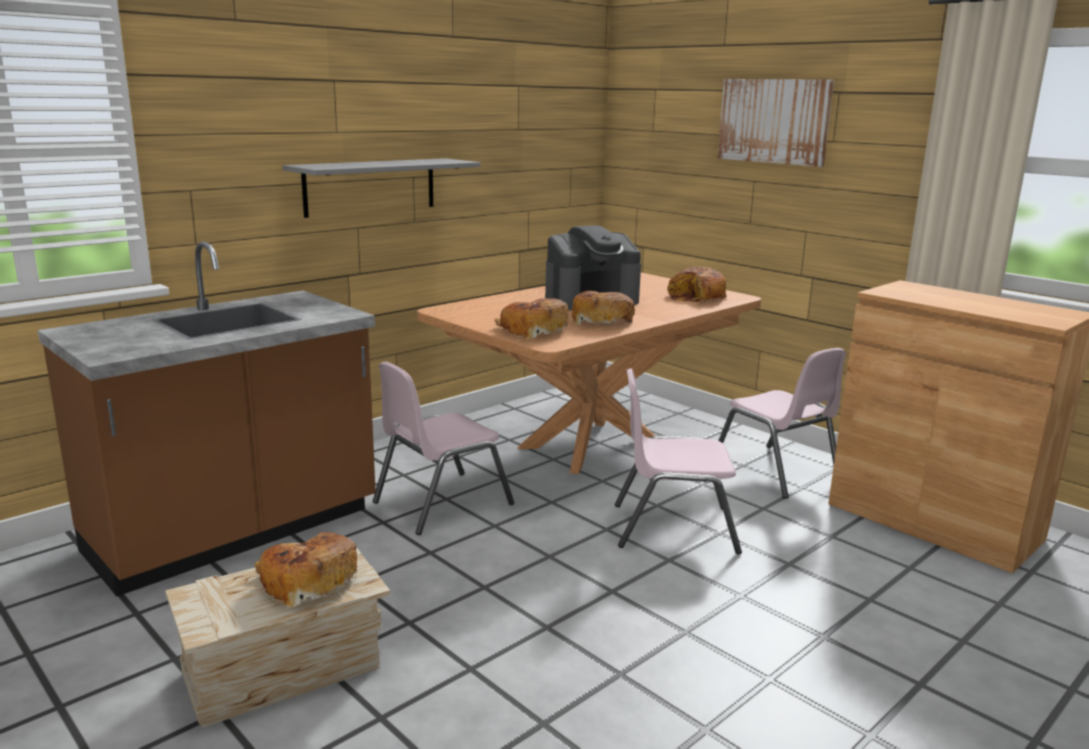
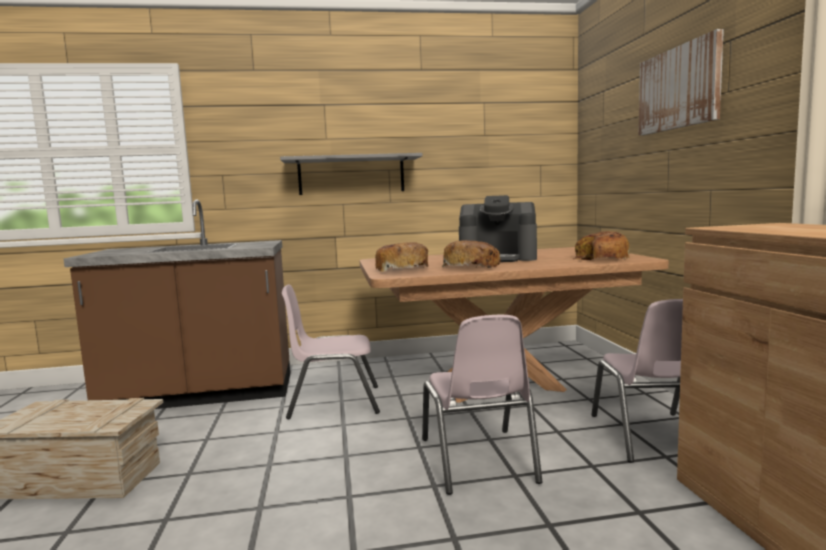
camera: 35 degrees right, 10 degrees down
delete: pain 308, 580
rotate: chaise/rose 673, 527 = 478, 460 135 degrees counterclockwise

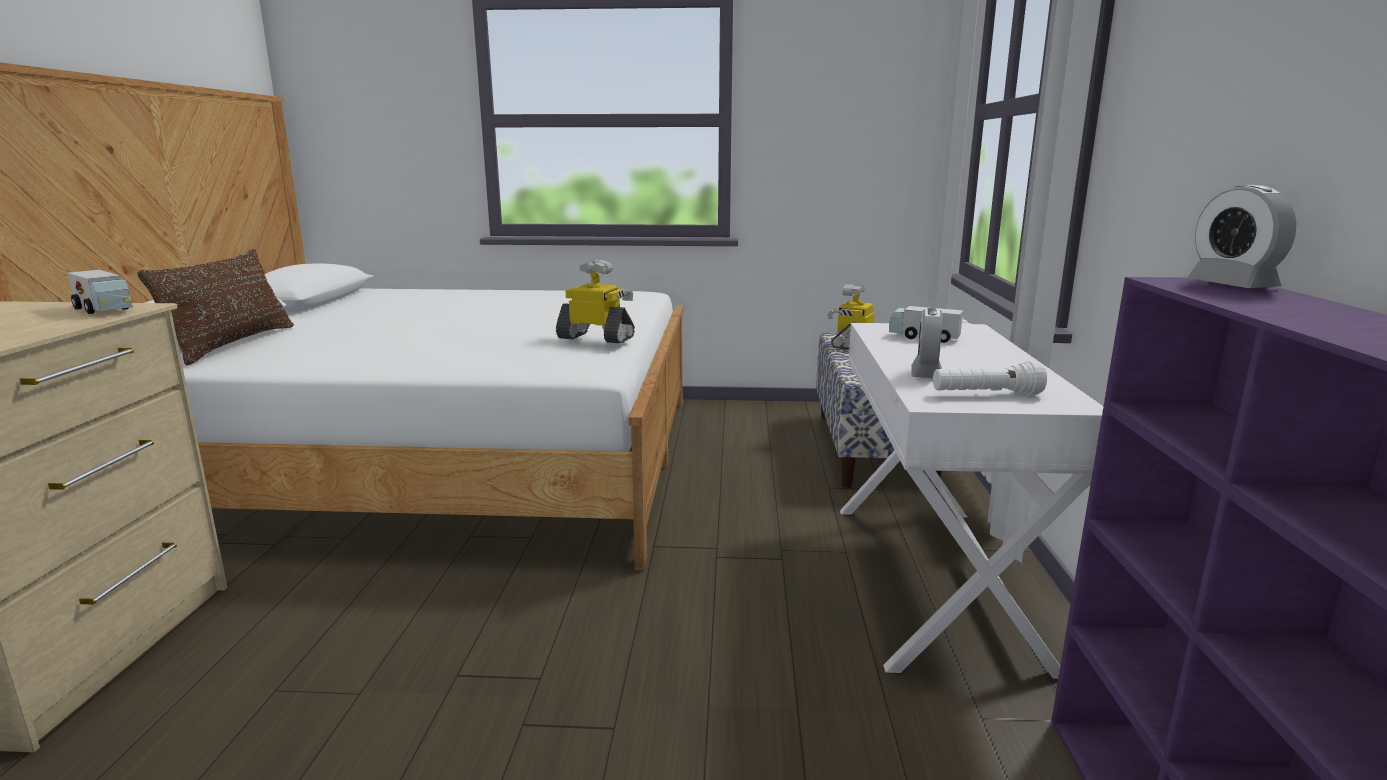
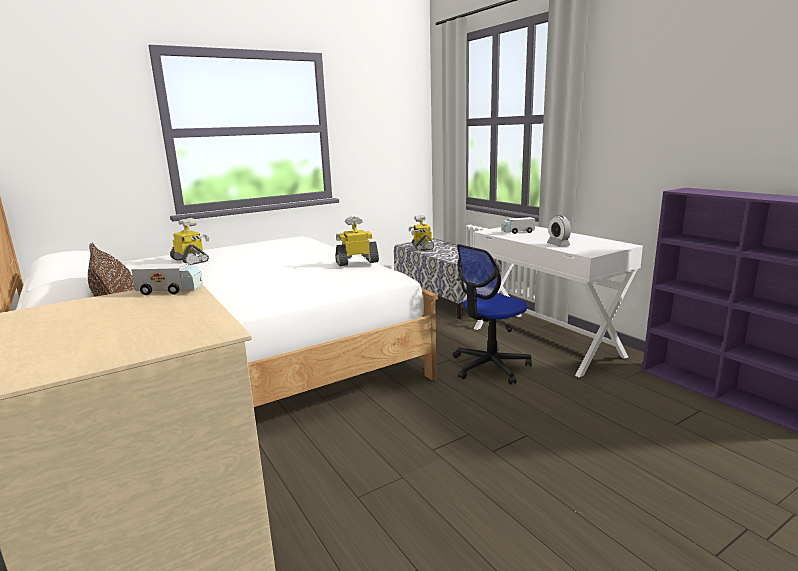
camera: 35 degrees left, 0 degrees up
delete: lampe de poche/blanc 986, 395; réveil 1232, 285
insert: robot jouet 191, 260; chaise de bureau 490, 366

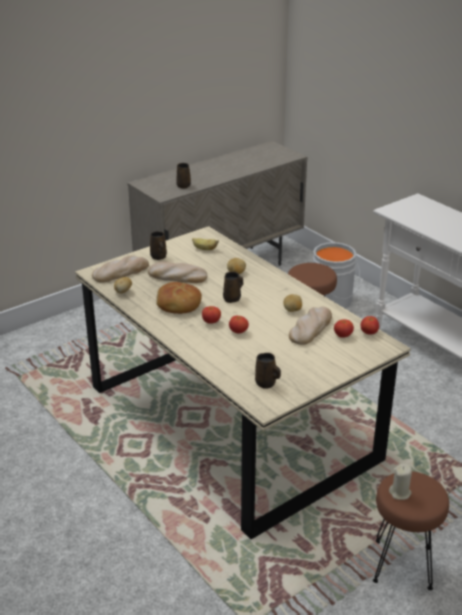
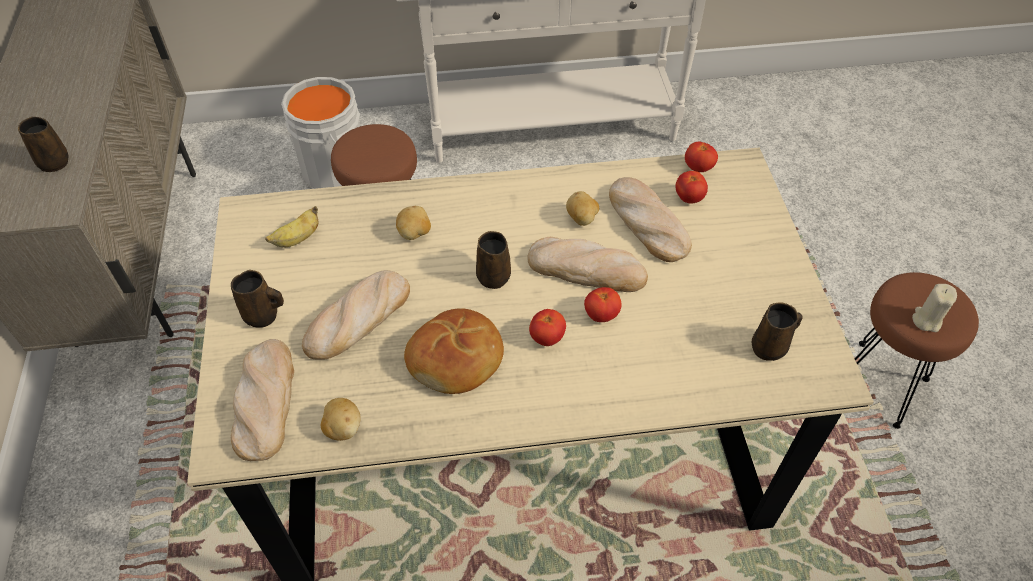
camera: 60 degrees left, 20 degrees up
insert: pain 587, 269

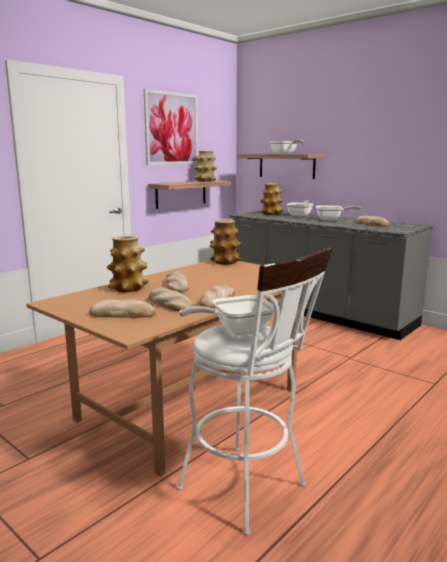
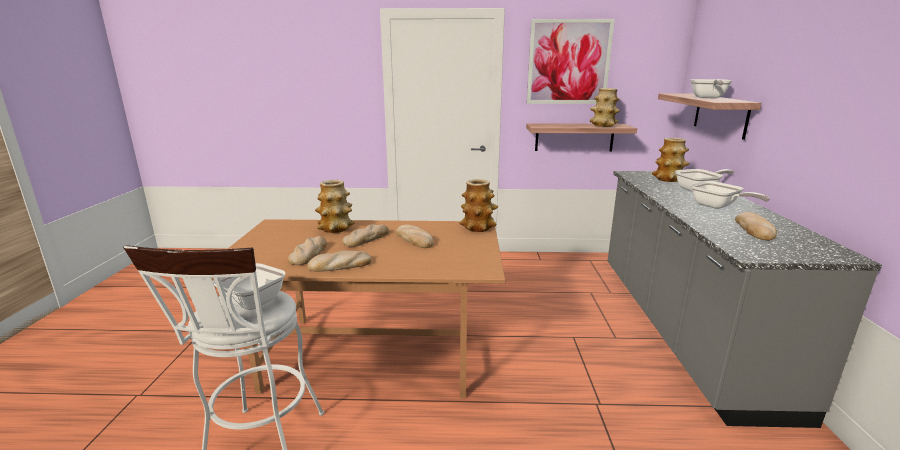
camera: 50 degrees right, 5 degrees up
move: pain 122, 314 to 415, 239

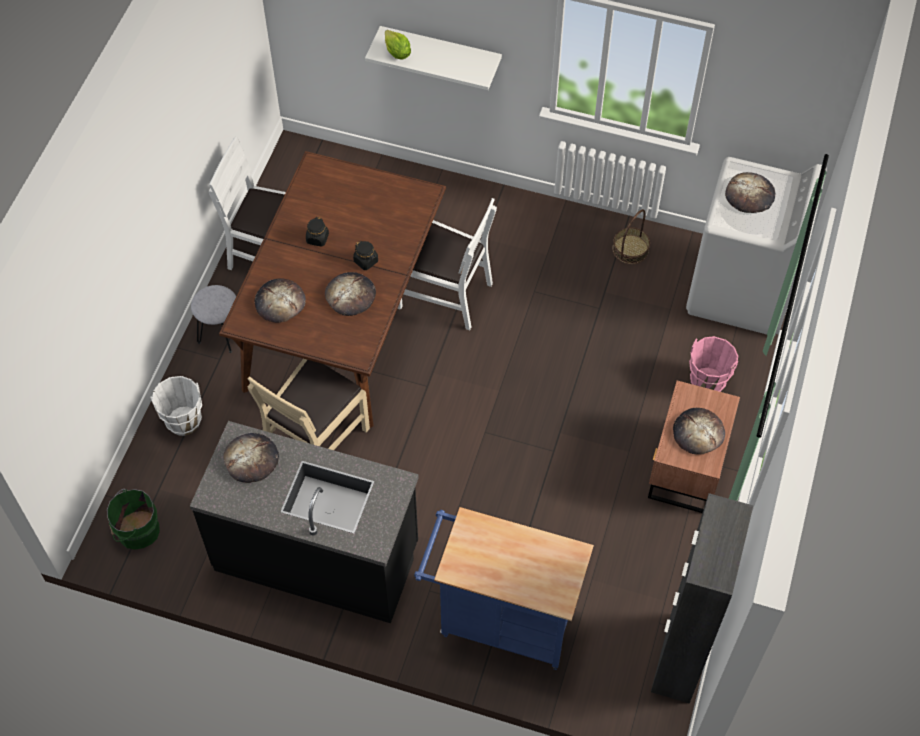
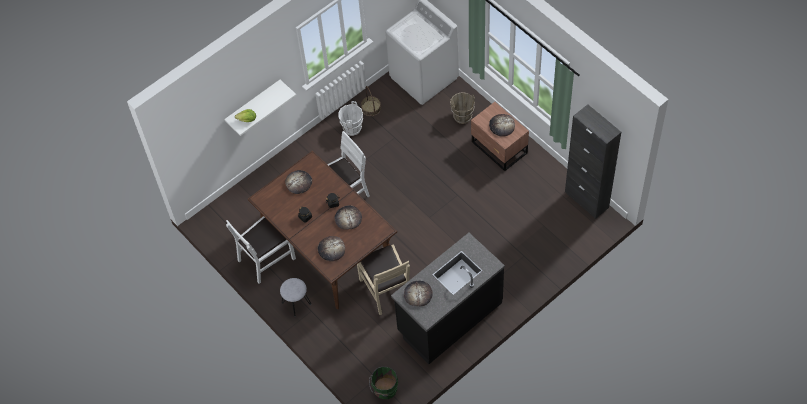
camera: 55 degrees left, 0 degrees up
delete: chariot/bleu 500, 619
move: pain 750, 195 to 299, 182; seau/blanc 184, 421 to 352, 128
recolor: seau/rose 707, 382 to seau/marron 462, 117

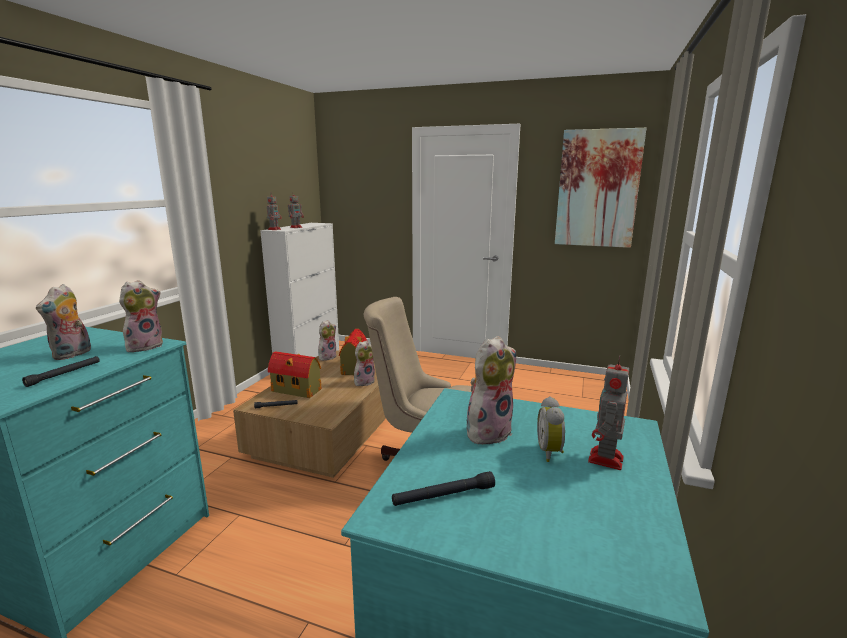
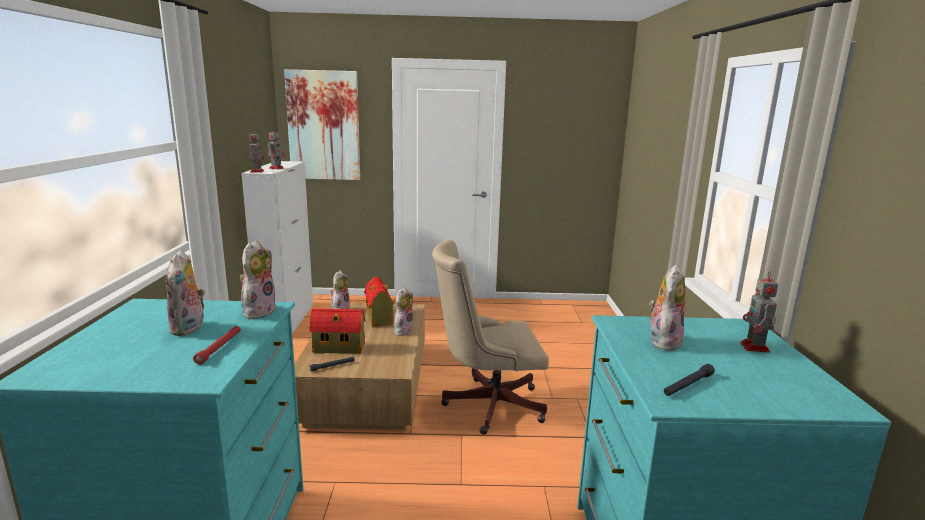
camera: 20 degrees left, 0 degrees up
delete: réveil 551, 452
move: tableau 597, 189 to 323, 126
recolor: lampe de poche/noir 64, 374 to lampe de poche/rouge 219, 348

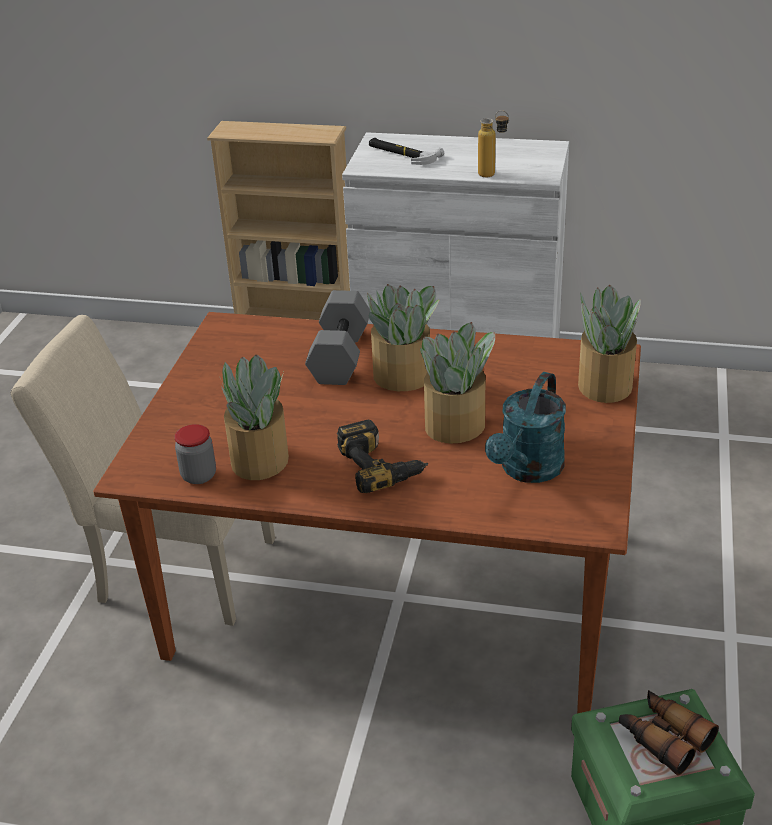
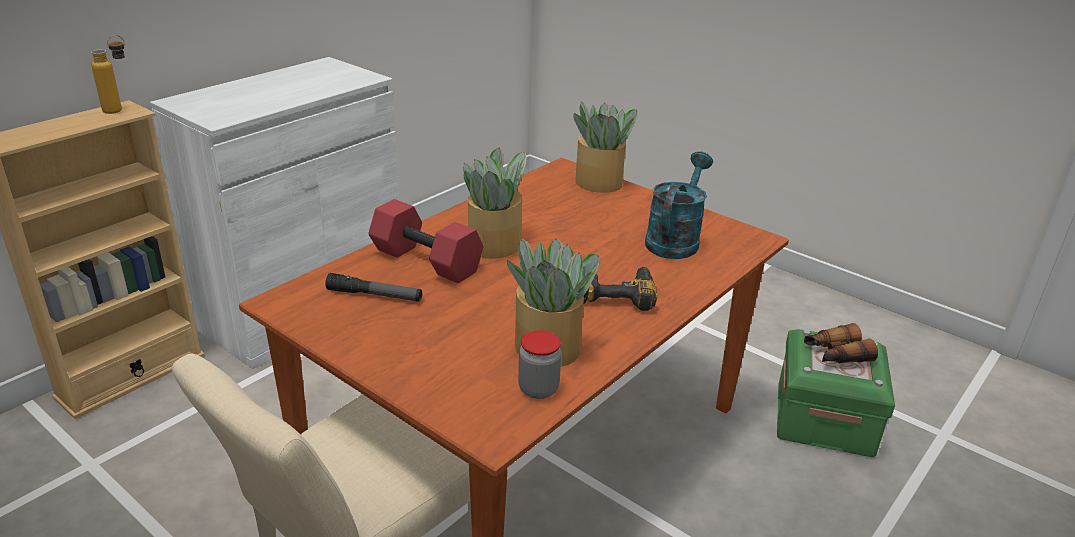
camera: 65 degrees left, 5 degrees down
delete: marteau 402, 153; plante en pot 456, 426
insert: lampe de poche 374, 295
move: bouteille 493, 175 to 120, 109
recolor: haltère/gris 338, 355 to haltère/rouge 424, 261
rotate: arrosoir/turquoise 528, 470 = 675, 239 120 degrees counterclockwise

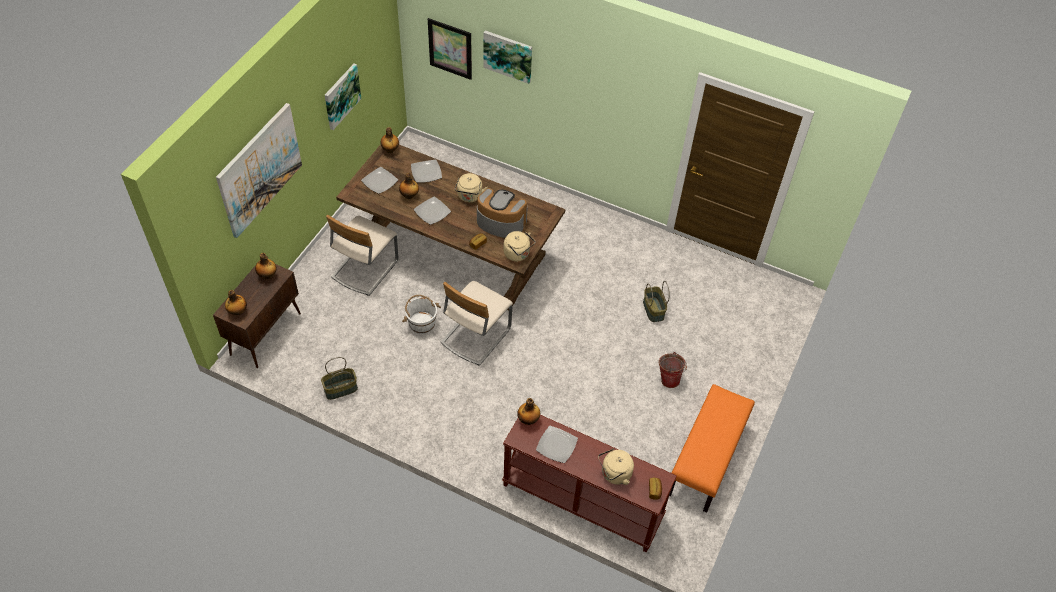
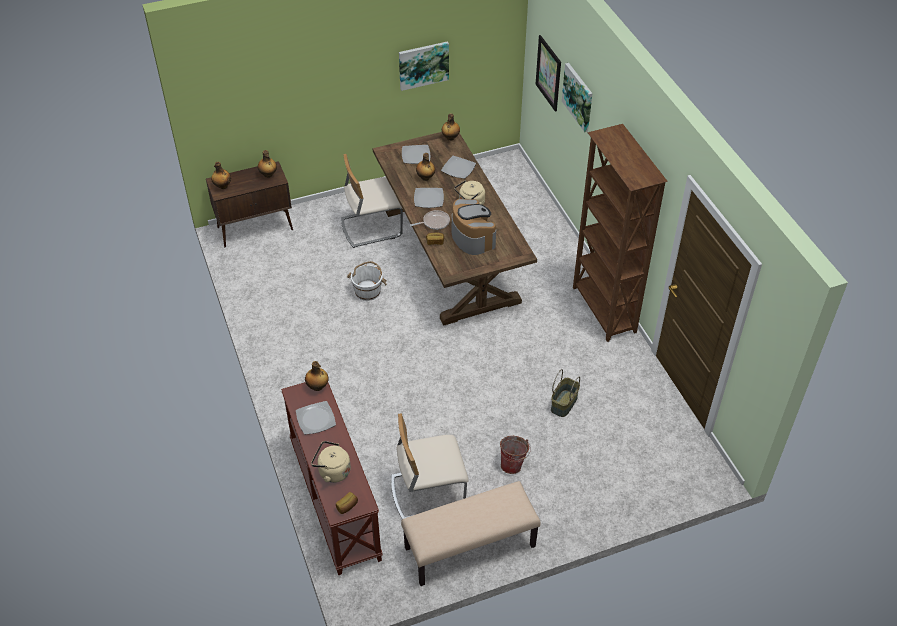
camera: 45 degrees right, 5 degrees down
delete: tableau 259, 170; panier 340, 389; bouilloire/beige 518, 254
insert: poêle 434, 222; bibliothèque/marron 603, 310
move: chaise/beige 475, 335 to 427, 491
recolor: banc/orange 706, 459 to banc/beige 470, 548

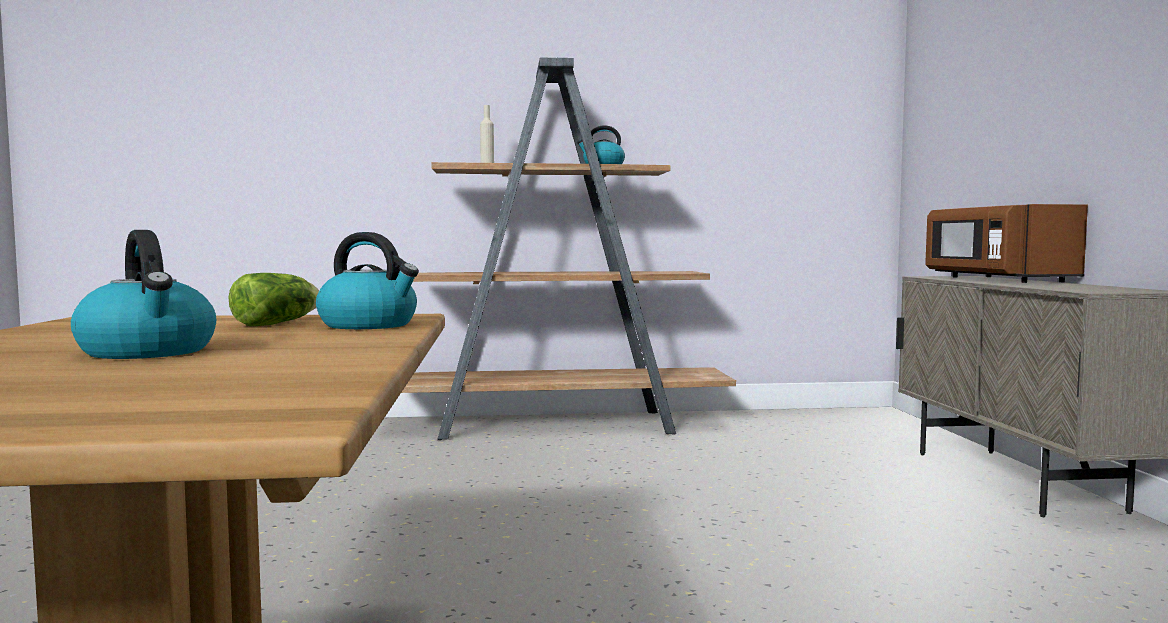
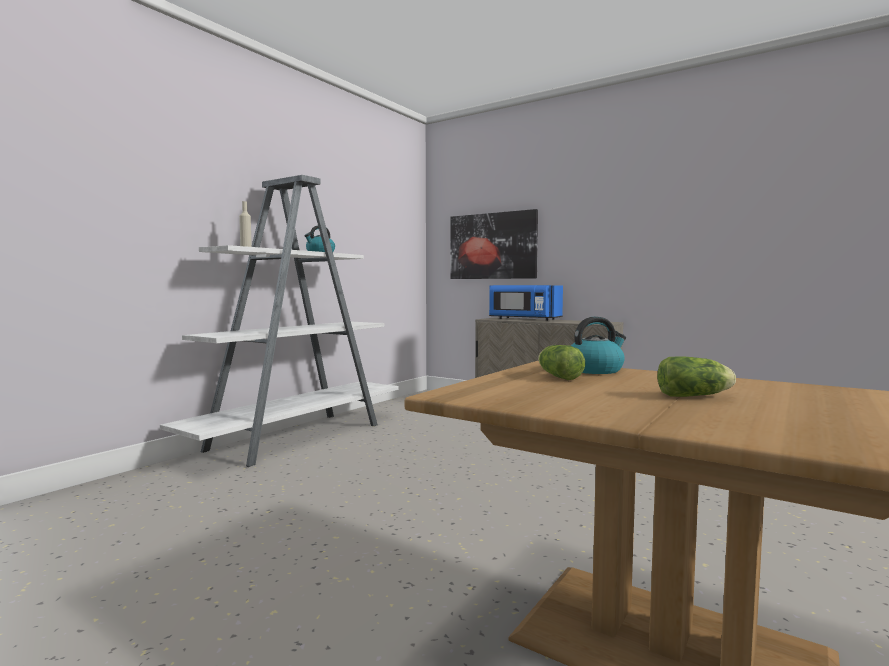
camera: 50 degrees left, 0 degrees up
insert: tableau 492, 246
replace: bouilloire 149, 352 to laitue 696, 396
recolor: bibliothèque/marron 559, 425 to bibliothèque/blanc 299, 437; micro-ondes/marron 996, 279 to micro-ondes/bleu 524, 319

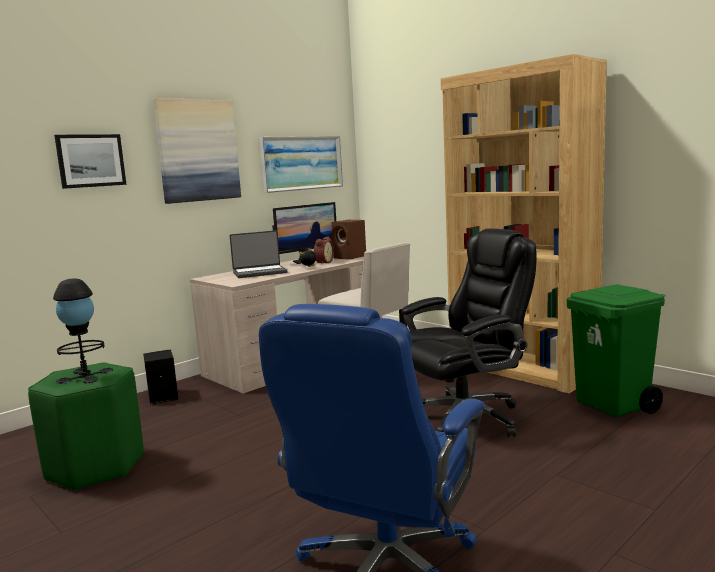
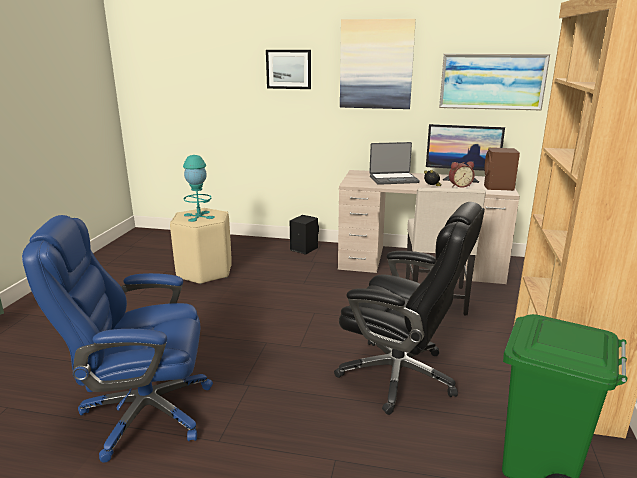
camera: 55 degrees right, 10 degrees up
recolor: tabouret/vert 94, 468 to tabouret/beige 204, 272; lampe de table/noir 85, 376 to lampe de table/turquoise 199, 216
rotate: ordinateur portable 259, 272 = 393, 179 45 degrees counterclockwise

